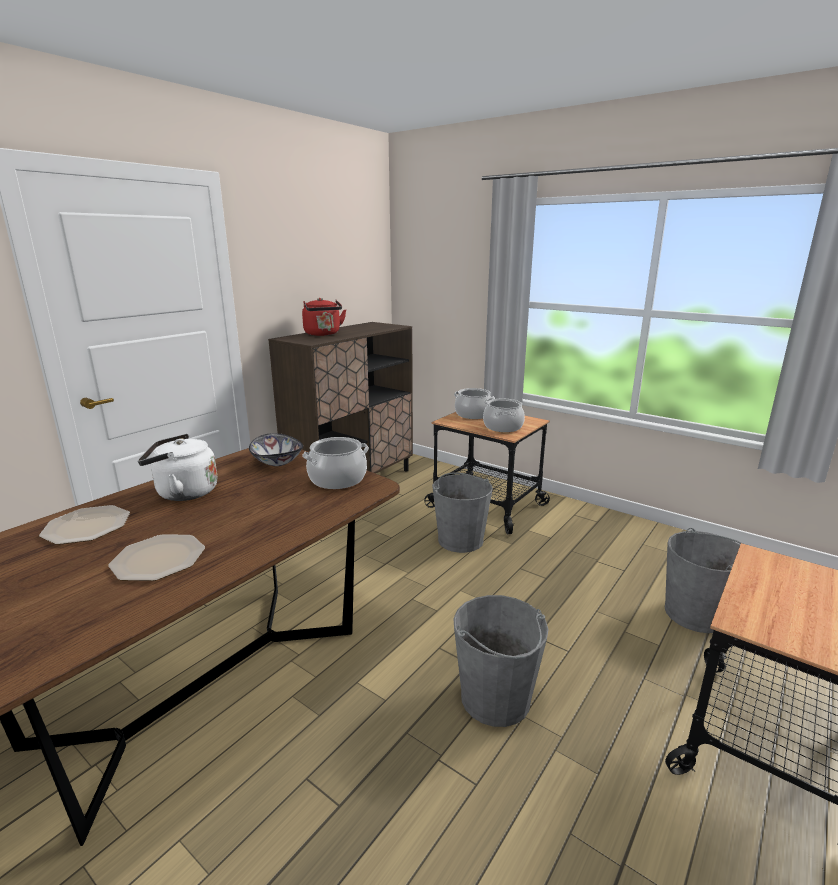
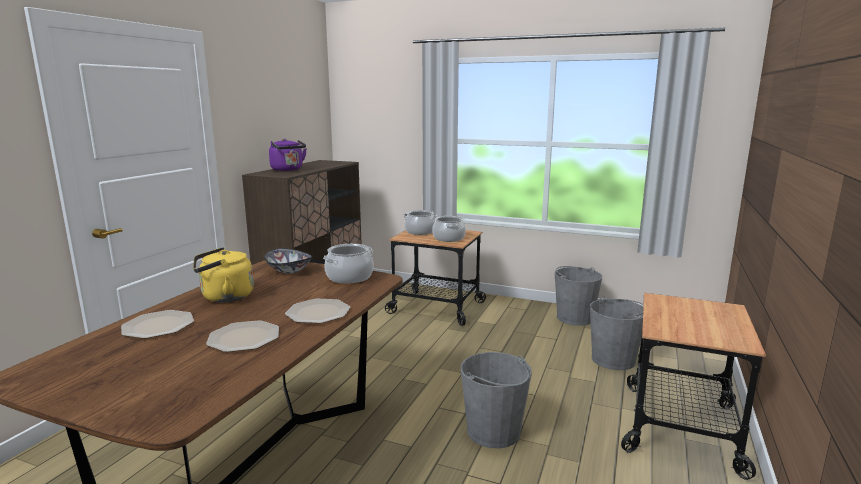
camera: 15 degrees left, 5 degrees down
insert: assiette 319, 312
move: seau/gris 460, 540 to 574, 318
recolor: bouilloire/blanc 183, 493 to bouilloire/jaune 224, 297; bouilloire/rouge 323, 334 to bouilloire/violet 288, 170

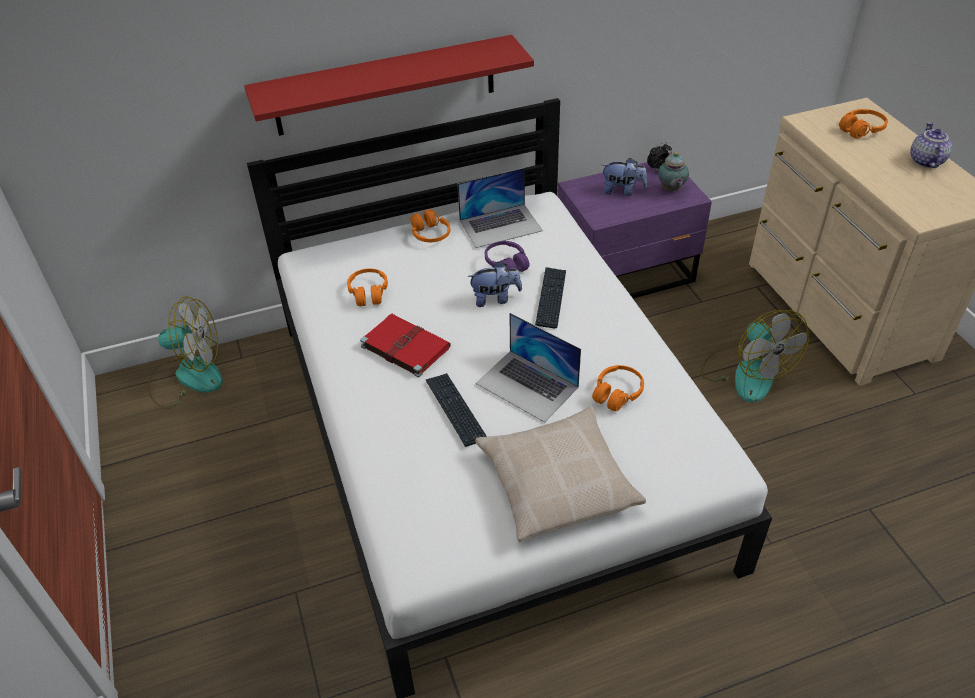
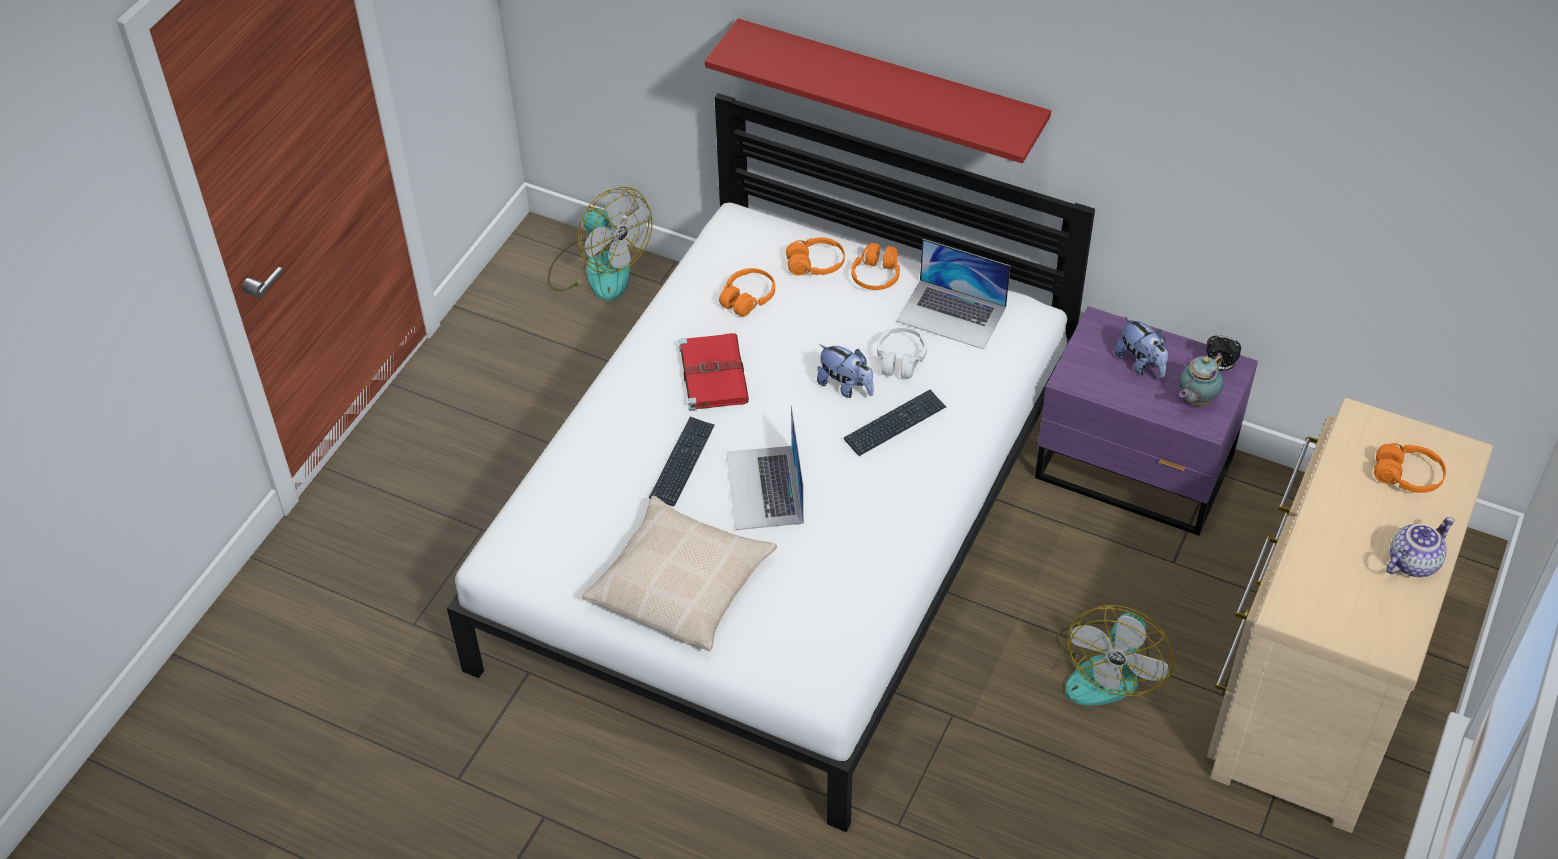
camera: 45 degrees right, 5 degrees up
move: casque audio/orange 617, 393 to 815, 265
recolor: casque audio/violet 506, 264 to casque audio/blanc 900, 359

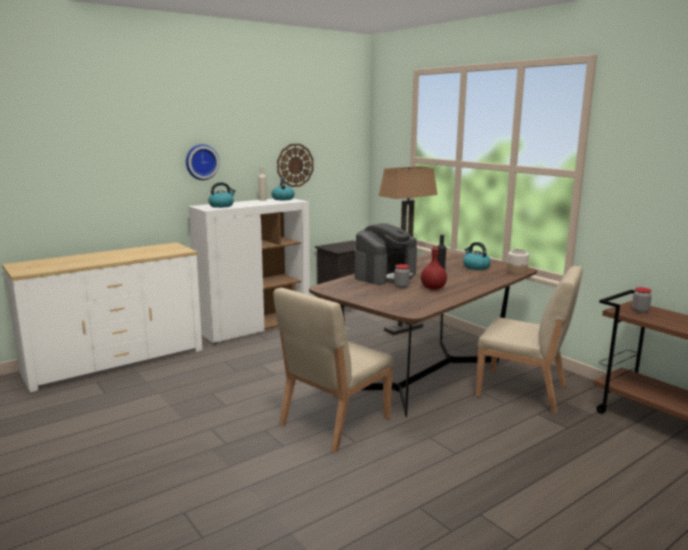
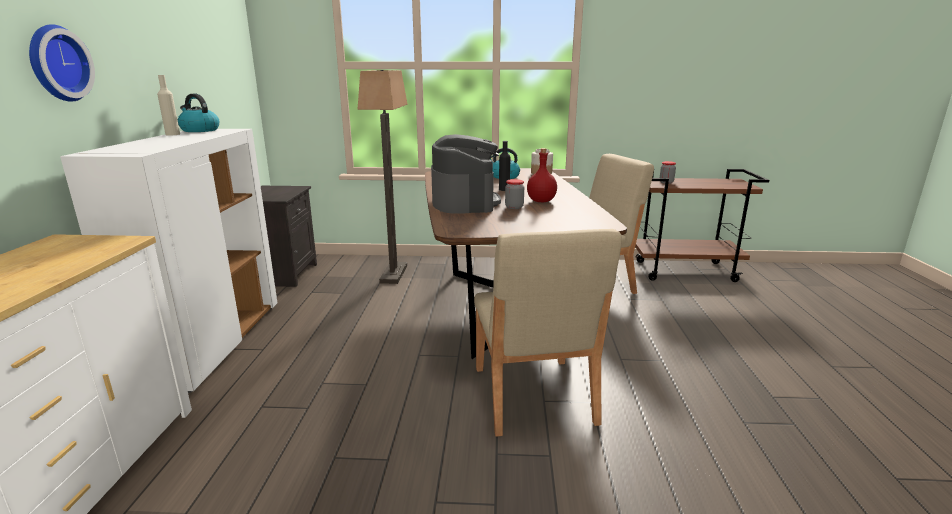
camera: 50 degrees left, 5 degrees up
delete: bouilloire 221, 206; horloge murale 295, 165

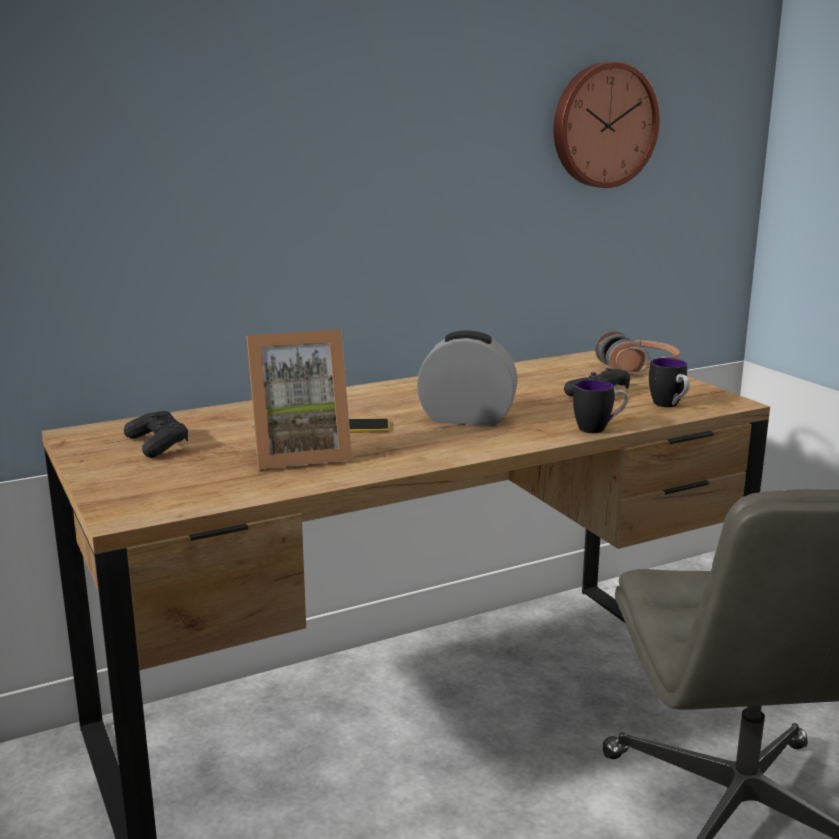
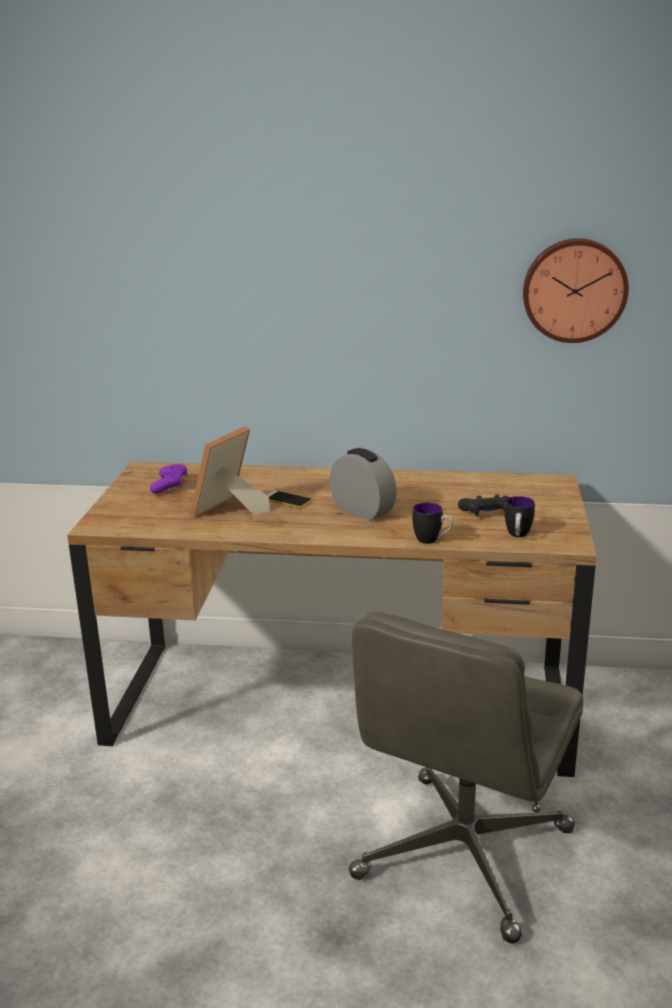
camera: 35 degrees right, 5 degrees up
delete: casque audio 637, 369
recolor: manette/noir 157, 444 to manette/violet 170, 485
rotate: cadre photo 299, 454 = 229, 511 105 degrees clockwise

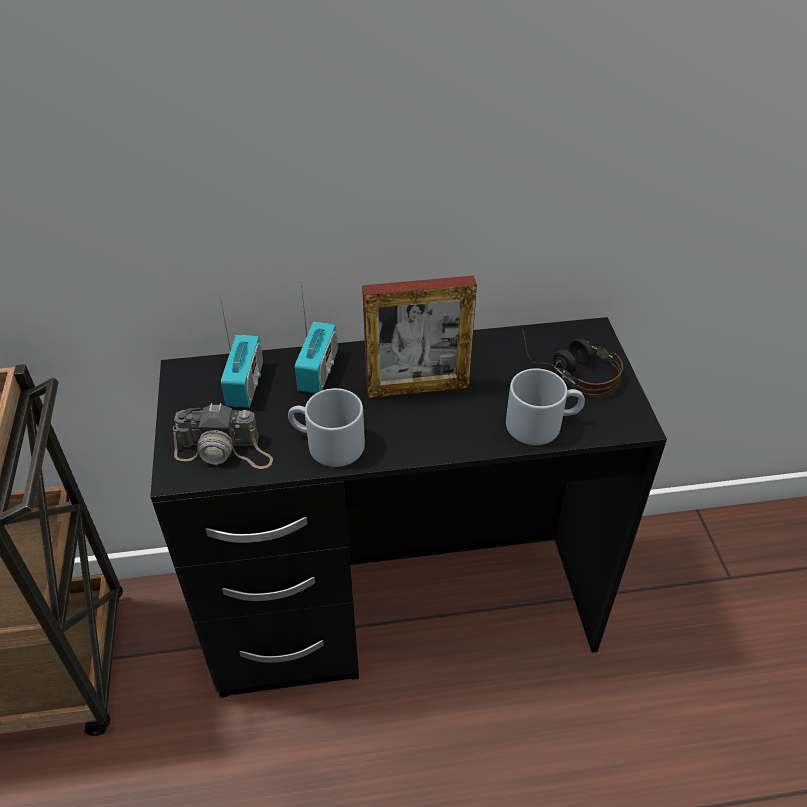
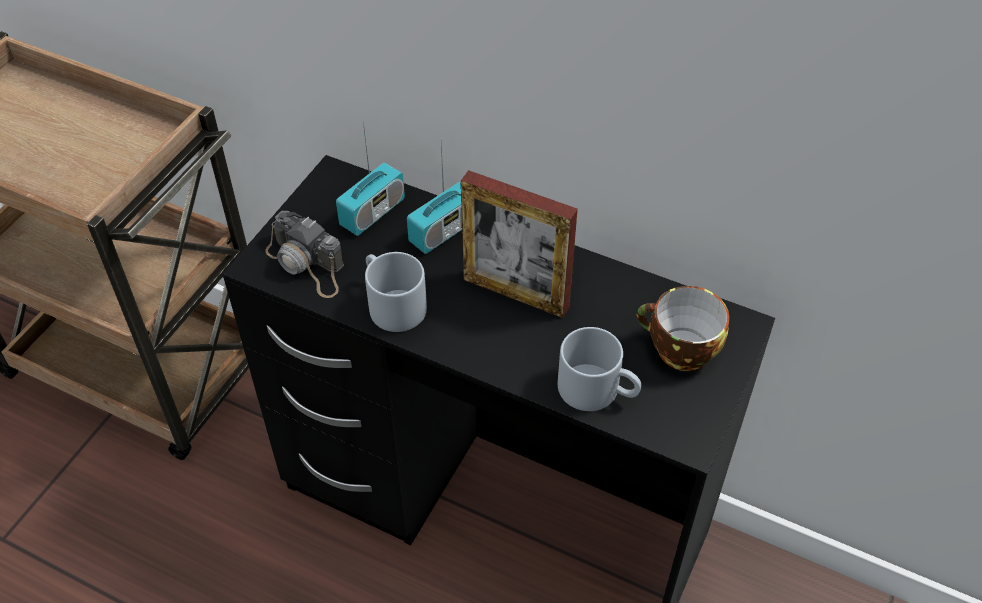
camera: 35 degrees right, 5 degrees up
replace: casque audio 569, 369 to tasse 679, 351

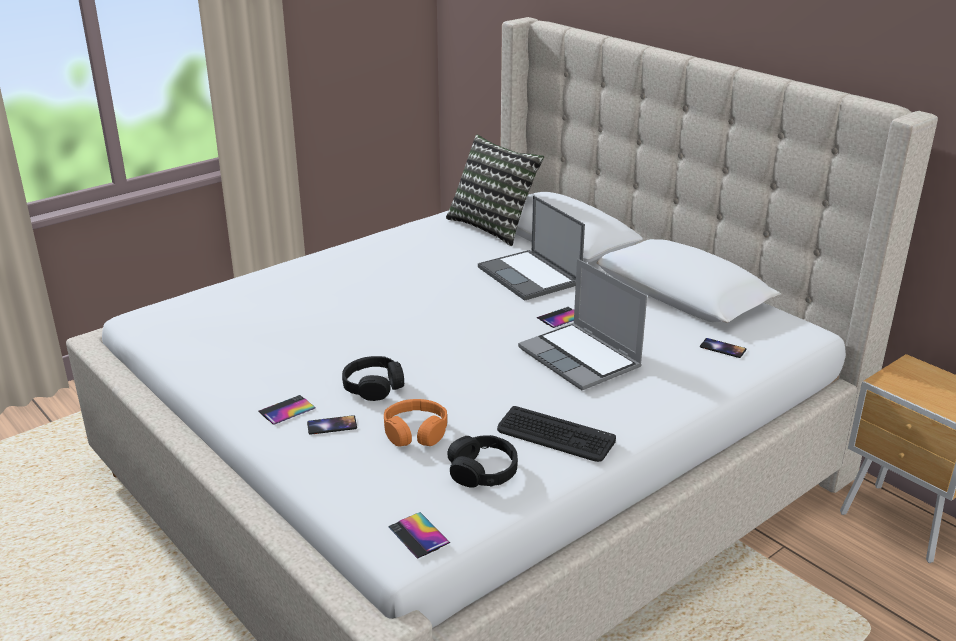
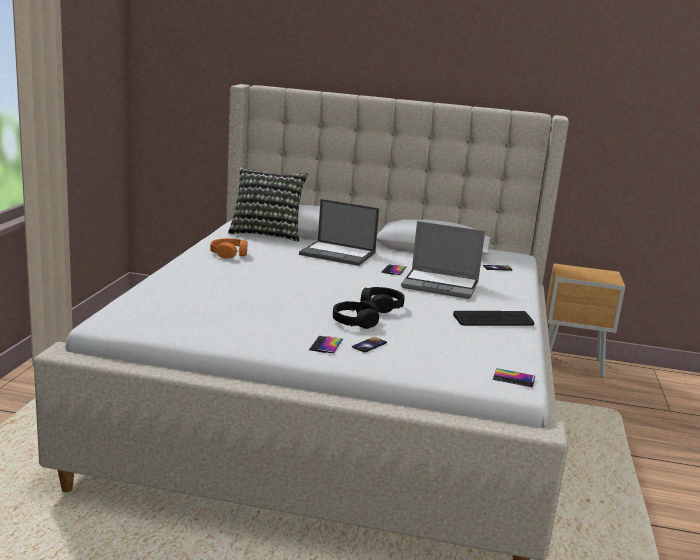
camera: 40 degrees left, 10 degrees down
move: casque audio/orange 415, 432 to 229, 254; casque audio/noir 483, 471 to 381, 306

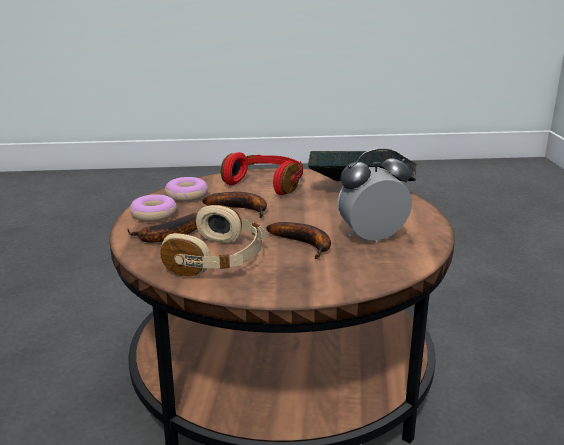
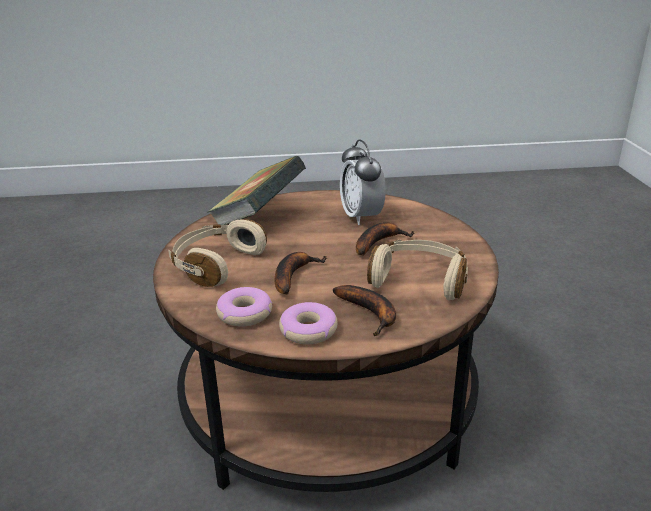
camera: 90 degrees left, 5 degrees up
recolor: casque audio/rouge 266, 184 to casque audio/beige 216, 264

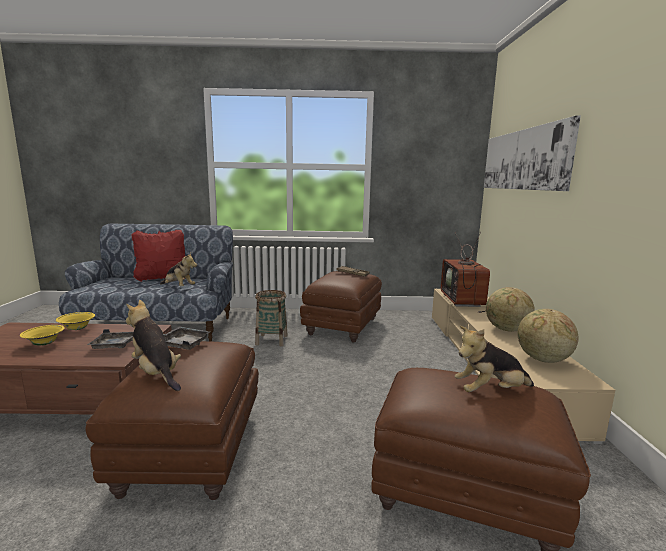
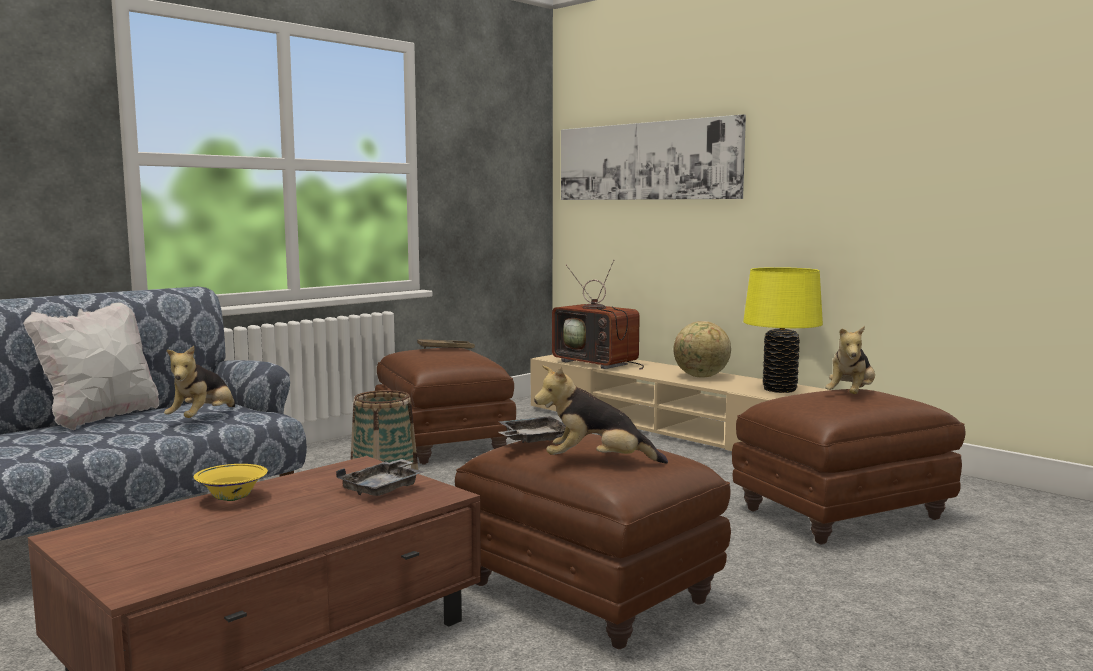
camera: 45 degrees left, 5 degrees down
delete: bol/jaune 44, 344
replace: globe 542, 360 to lampe de table/jaune 779, 389
recolor: coussin/rouge 162, 278 to coussin/blanc 101, 418
rotate: peluche 178, 287 = 203, 419 120 degrees clockwise

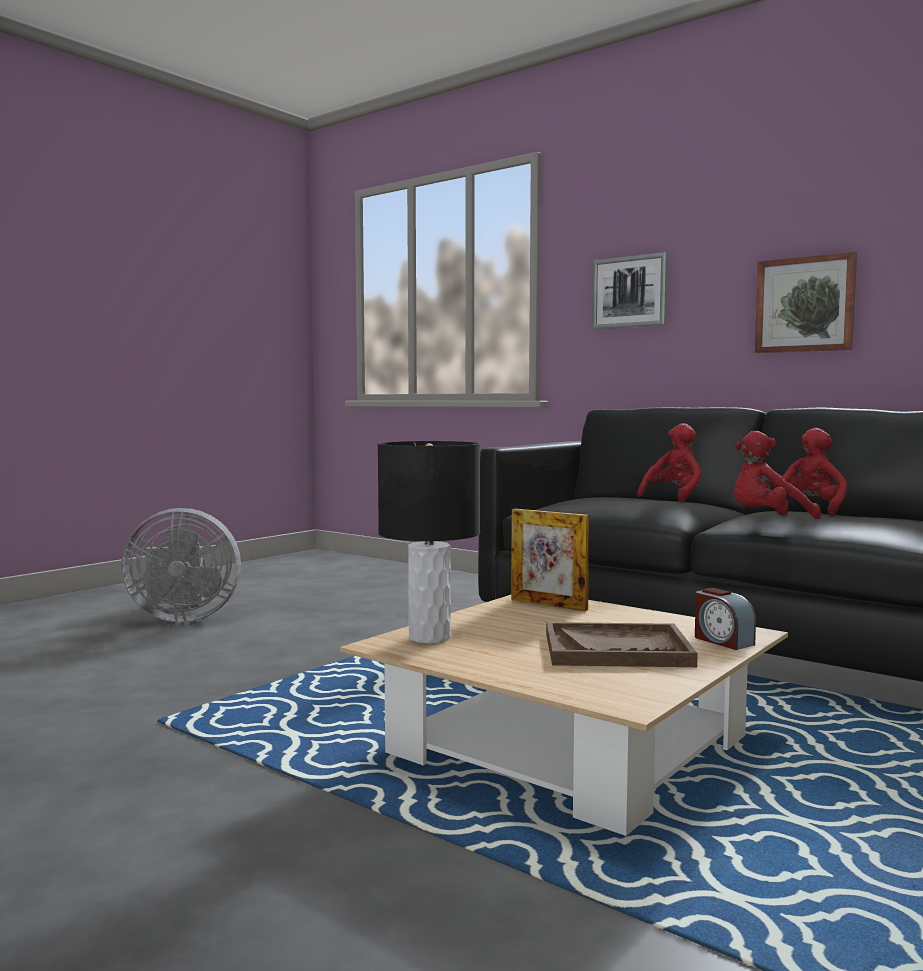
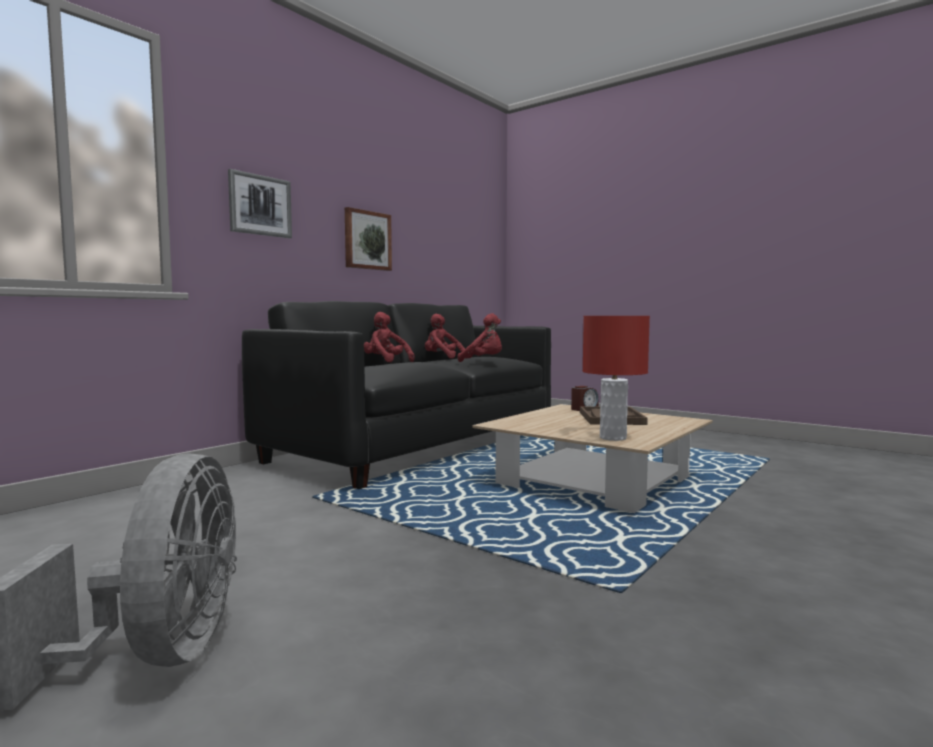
camera: 90 degrees left, 0 degrees up
delete: cadre photo 548, 604
recolor: lampe de table/noir 429, 637 to lampe de table/rouge 612, 438
rotate: peluche/rouge 767, 520 = 483, 361 60 degrees counterclockwise

